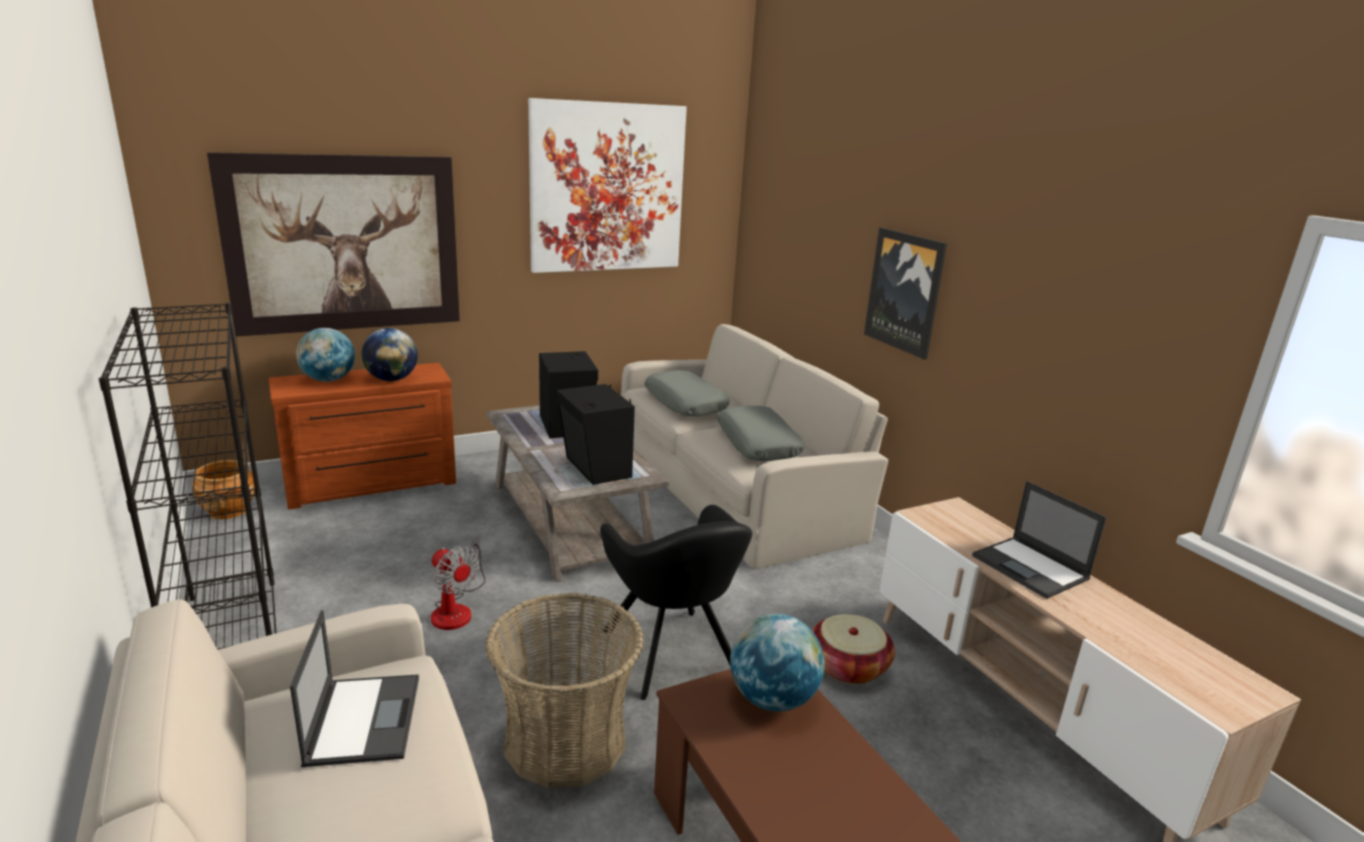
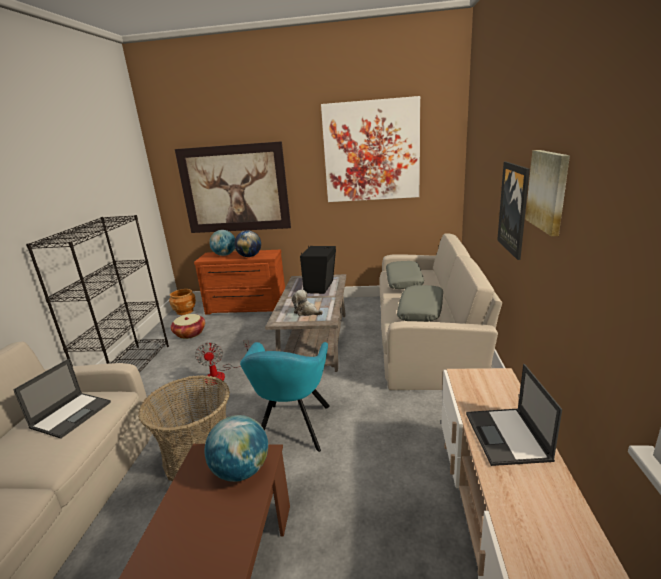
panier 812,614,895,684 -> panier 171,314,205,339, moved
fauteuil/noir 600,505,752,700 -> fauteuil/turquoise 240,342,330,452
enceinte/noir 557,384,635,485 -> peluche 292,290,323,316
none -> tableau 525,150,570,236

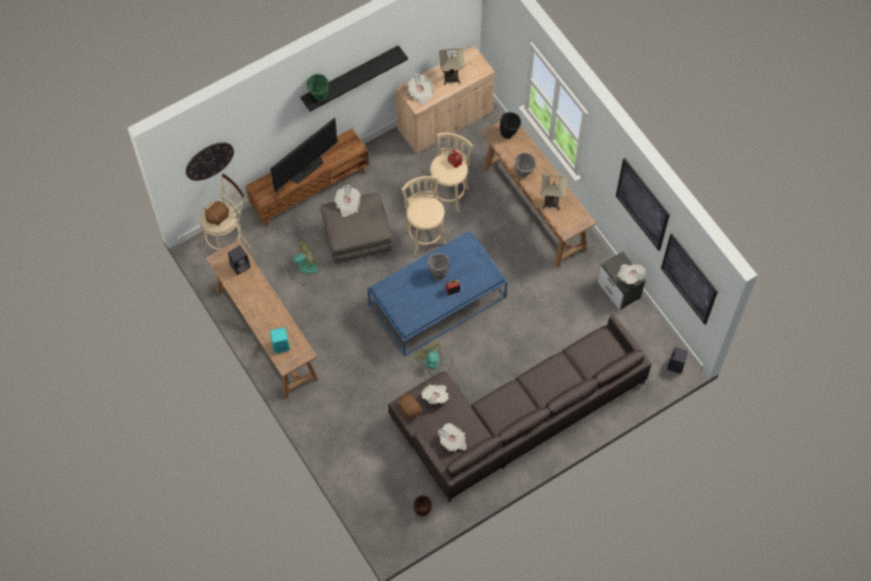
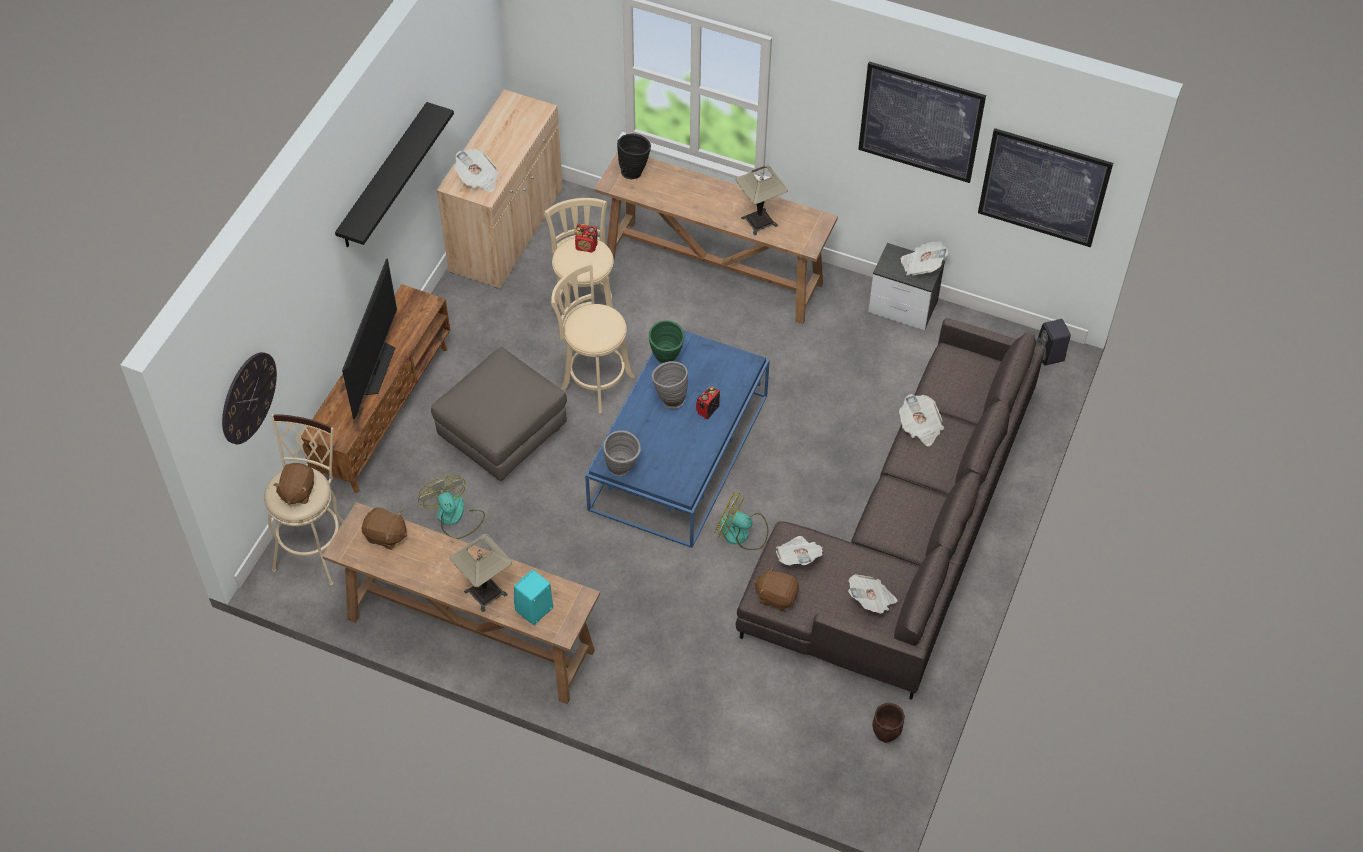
enceinte/noir 228,245,251,275 -> peluche/marron 362,507,407,550
ventilateur 288,241,319,285 -> ventilateur 418,475,485,539, 60 degrees counterclockwise
lampe de table 439,48,465,85 -> lampe de table 450,534,512,612, moved
vase/gris 514,152,536,177 -> vase/gris 603,431,641,476, moved
vase/vert 307,74,329,100 -> vase/vert 649,320,684,364, moved
journal 334,185,361,217 -> journal 899,394,944,446, moved

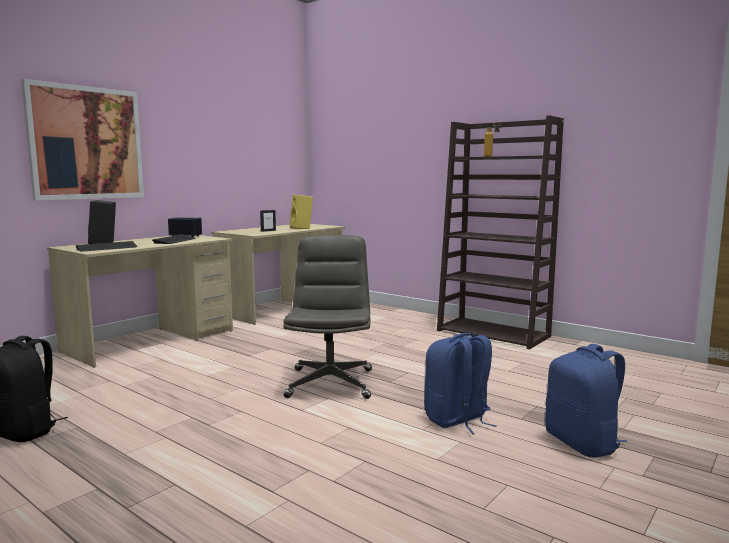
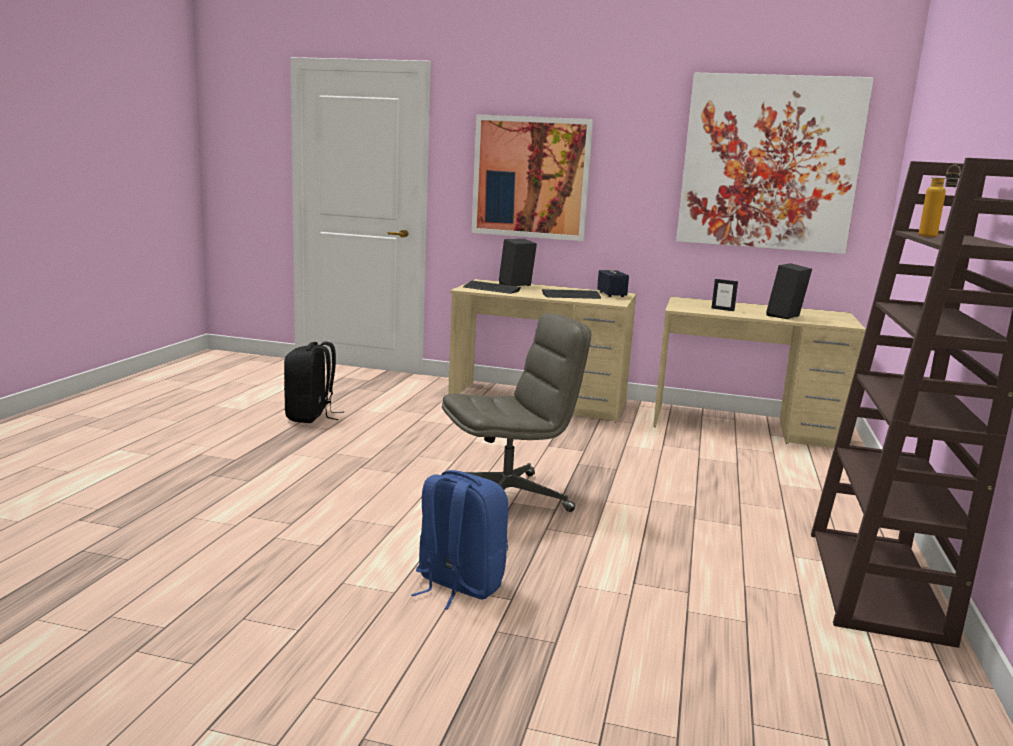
none -> tableau 676,73,874,254
enceinte/jaune 290,195,313,229 -> enceinte/noir 766,263,812,319
sac à dos/bleu 545,344,627,458 -> none

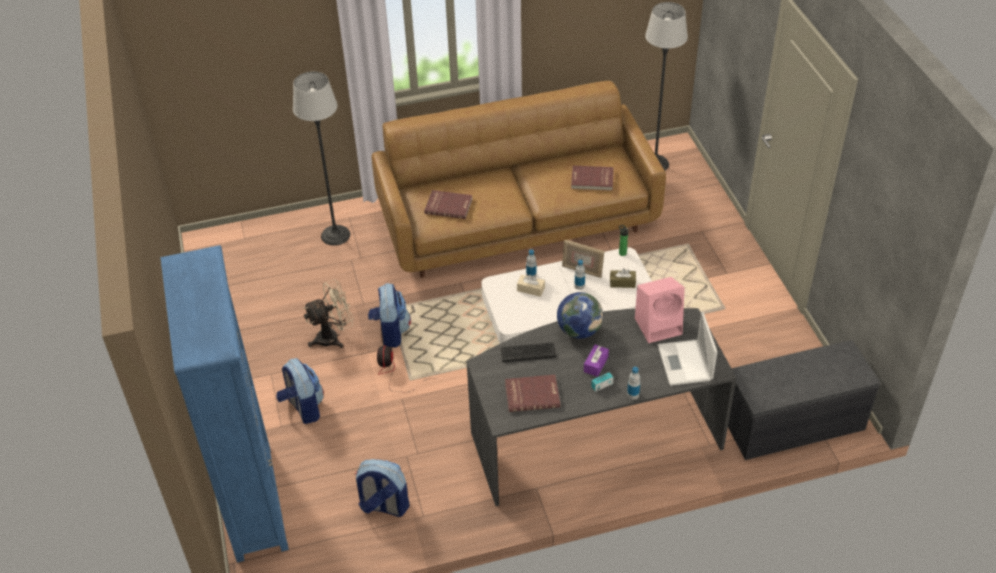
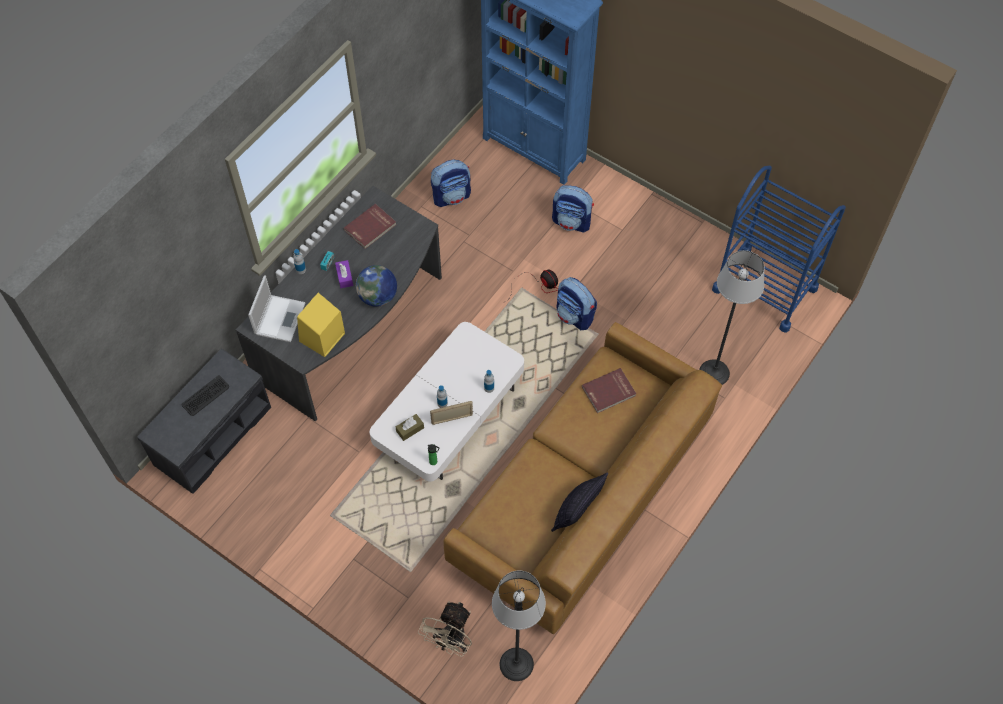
clavier 501,343,556,362 -> clavier 181,375,229,416, moved
ordinateur portable 658,312,717,386 -> ordinateur portable 248,275,306,342, 60 degrees clockwise
enceinte/rose 635,277,685,343 -> enceinte/jaune 297,293,345,357
ventilateur/beige 303,279,354,348 -> ventilateur/beige 418,601,472,657, moved
none -> coussin 551,472,608,532
none -> chariot/bleu 712,166,846,333
boîte à mouchoirs/beige 517,275,545,297 -> none
livre/rouge 571,166,614,191 -> none

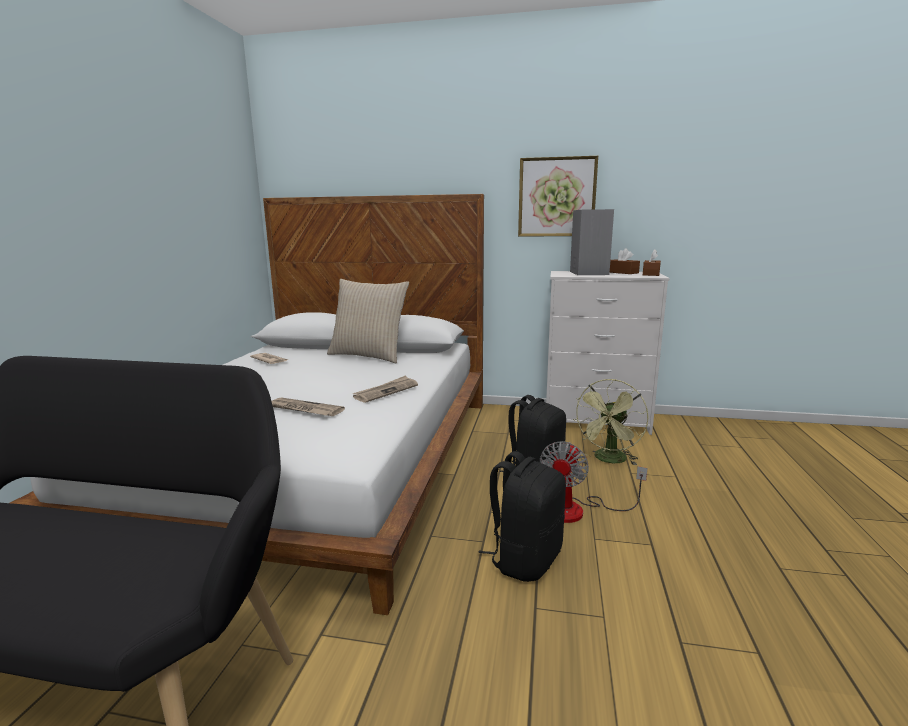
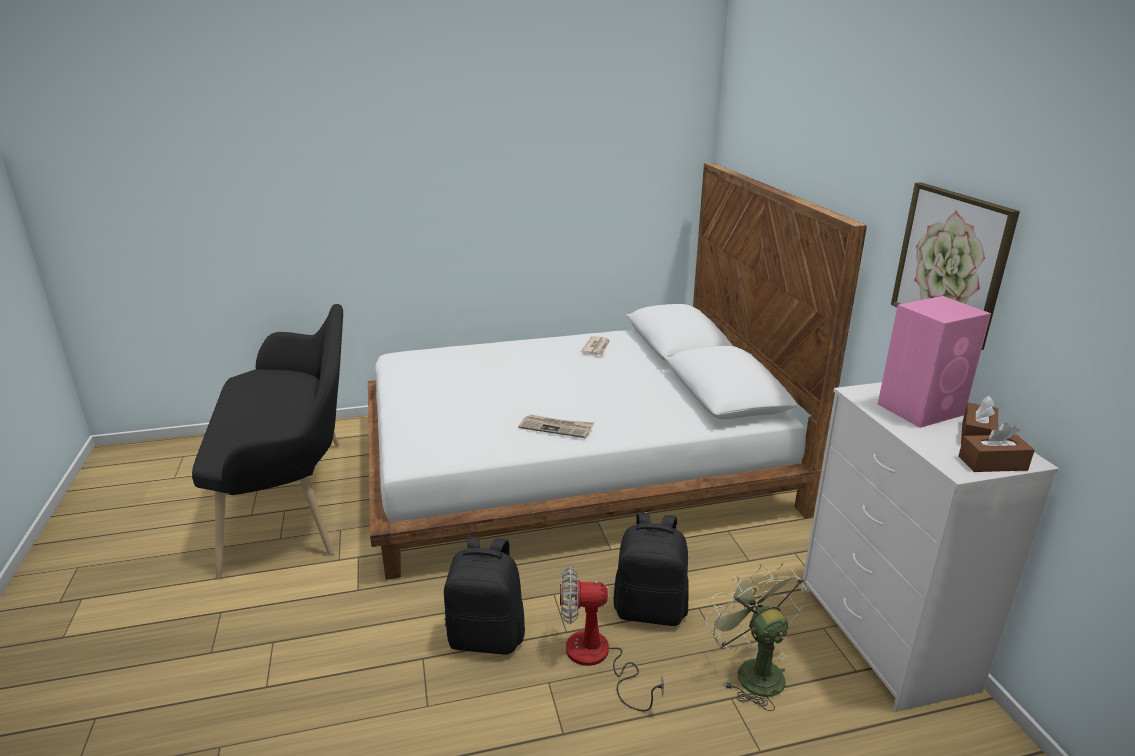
ventilateur/vert 573,379,648,465 -> ventilateur/vert 705,563,809,711, 60 degrees clockwise
enceinte/gris 570,209,614,275 -> enceinte/rose 878,296,991,428
journal 272,397,345,416 -> none
coussin/beige 327,279,409,363 -> none

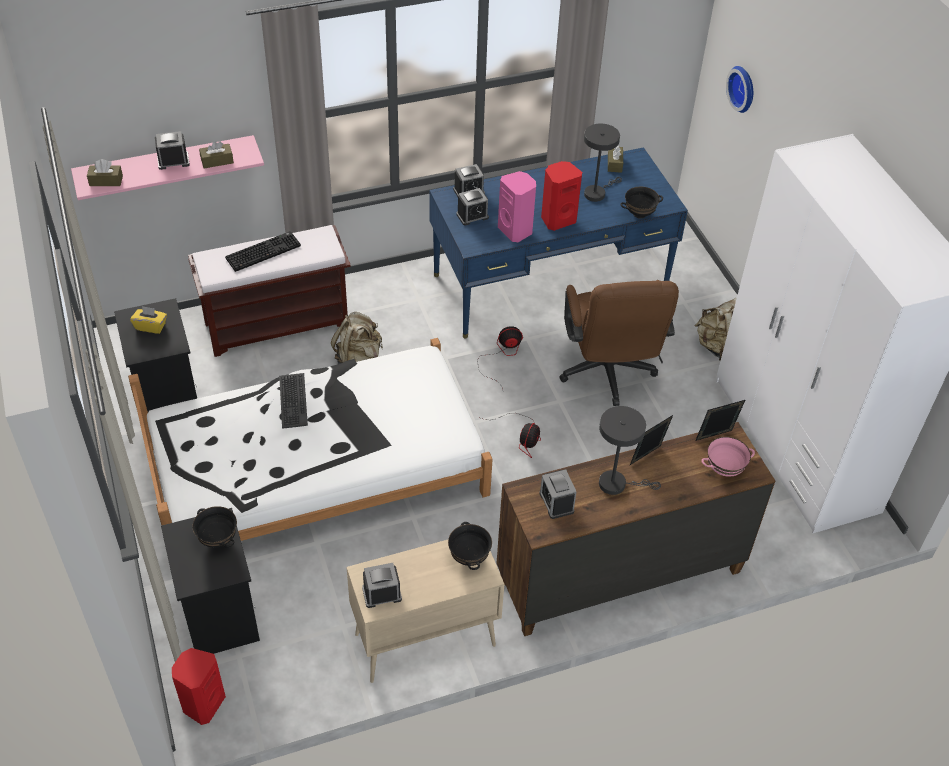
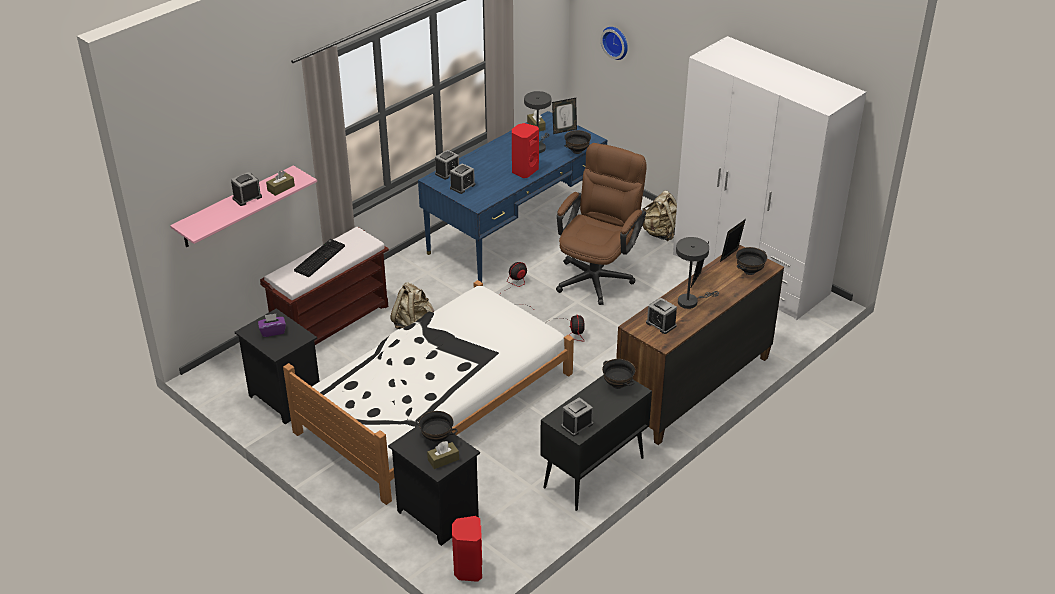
boîte à mouchoirs/jaune 130,306,167,334 -> boîte à mouchoirs/violet 258,314,286,337
boîte à mouchoirs/marron 87,159,123,186 -> boîte à mouchoirs/marron 427,441,459,469, moved
meuble de rangement/beige 346,540,504,683 -> meuble de rangement/noir 540,375,652,511
none -> cadre photo 552,98,577,134
chaise de bureau/marron 559,280,679,406 -> chaise de bureau/marron 556,143,647,305, 120 degrees counterclockwise
bol/rose 701,437,755,477 -> bol/noir 736,247,767,275
clavier 279,373,308,429 -> none
enceinte/rose 498,171,536,242 -> none

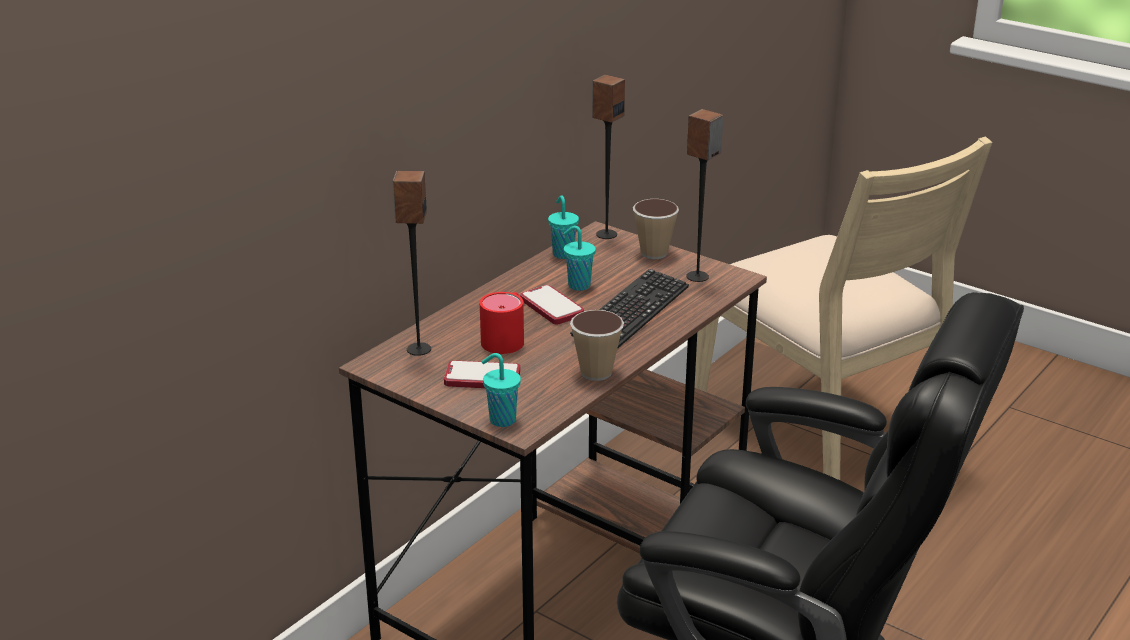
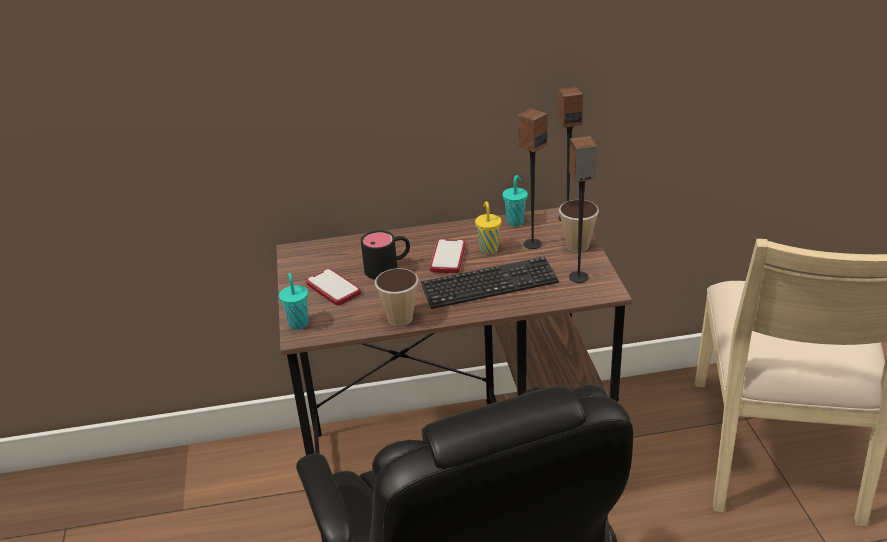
mug/rouge 480,292,524,354 -> mug/noir 361,230,410,279
tasse/turquoise 563,226,596,291 -> tasse/jaune 475,201,501,254
enceinte 393,171,431,356 -> enceinte 518,108,547,249, moved

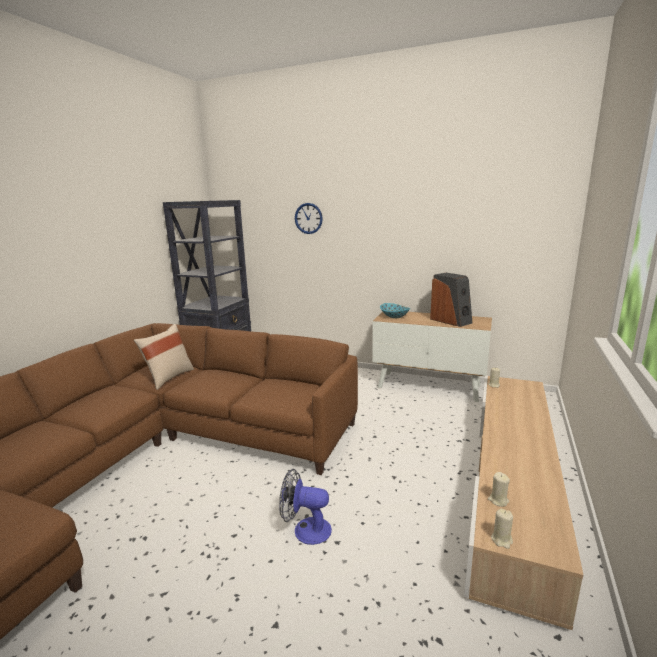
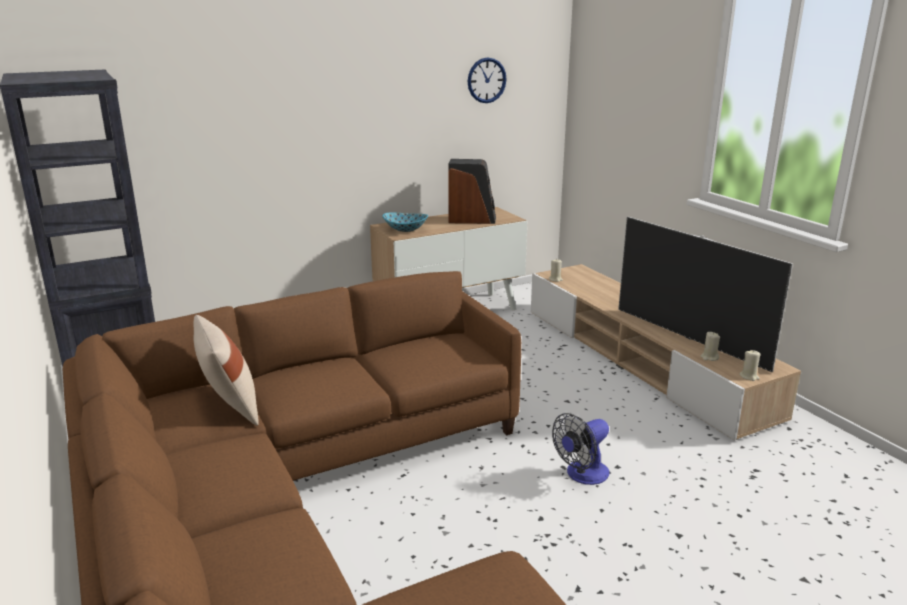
horloge murale 295,203,323,234 -> horloge murale 468,57,507,103, moved
none -> téléviseur 618,217,793,372

